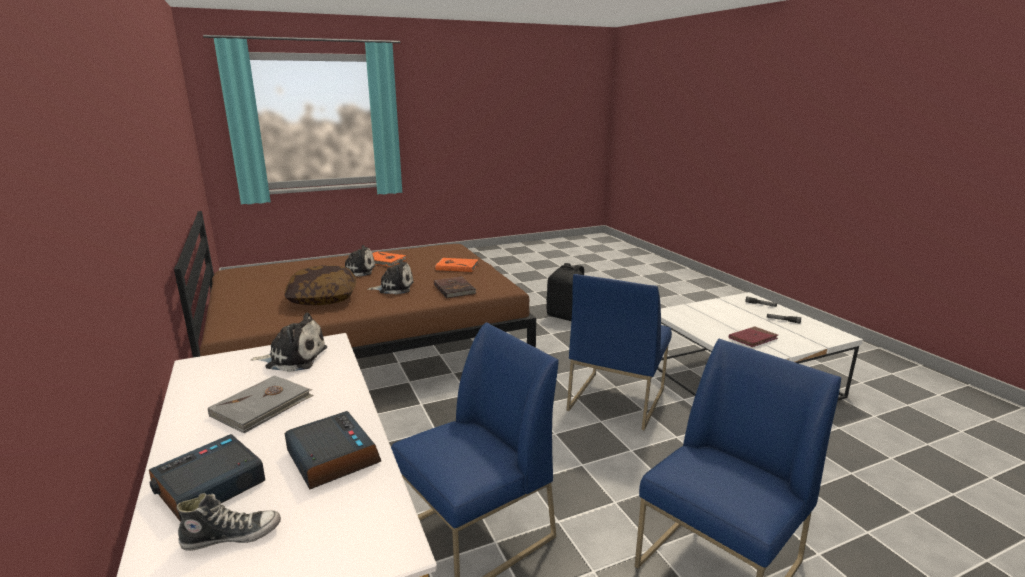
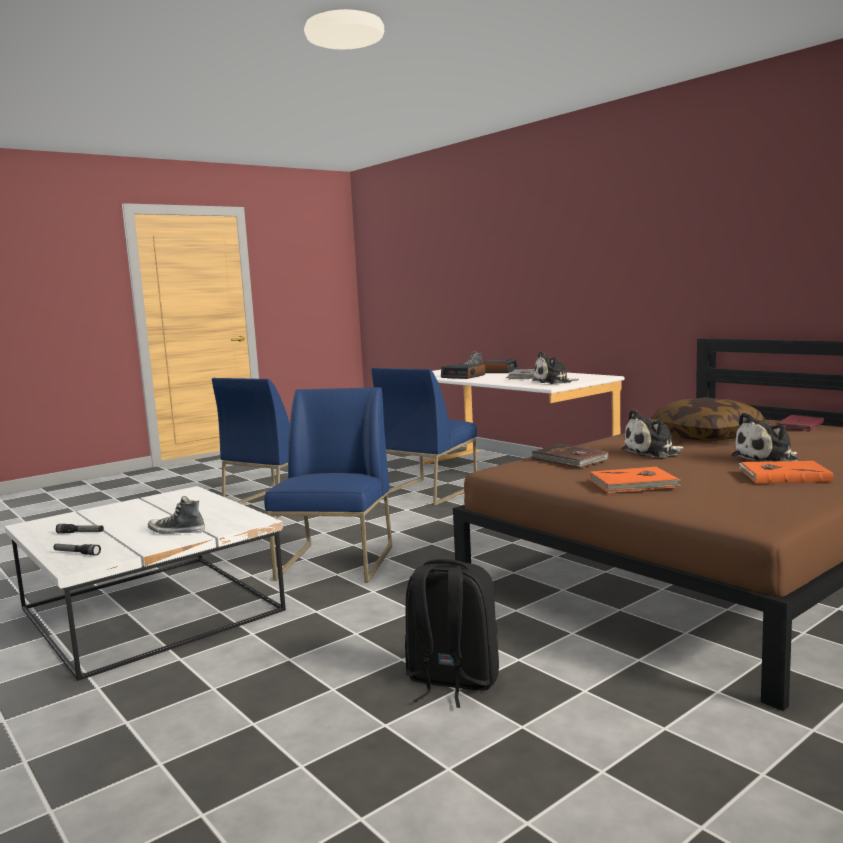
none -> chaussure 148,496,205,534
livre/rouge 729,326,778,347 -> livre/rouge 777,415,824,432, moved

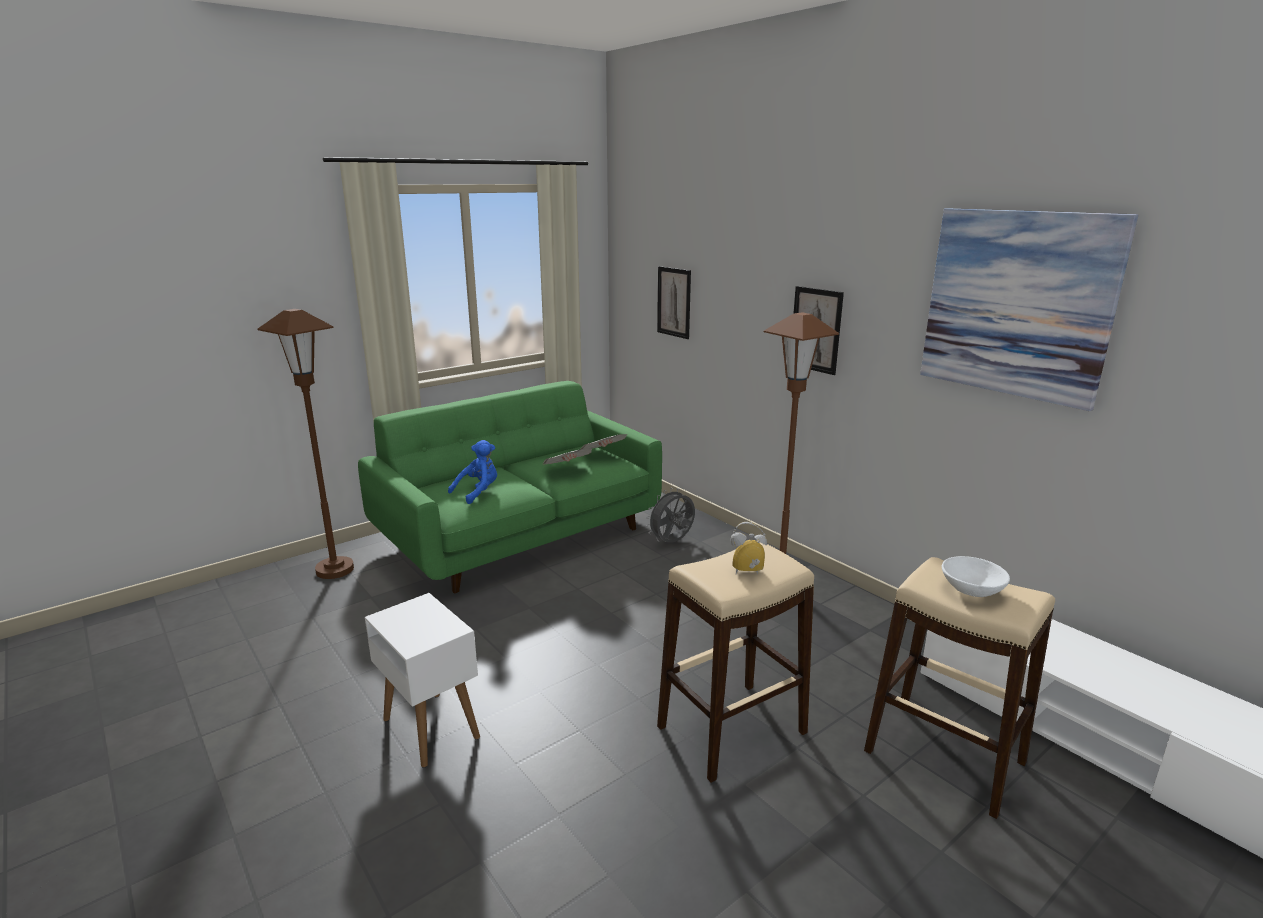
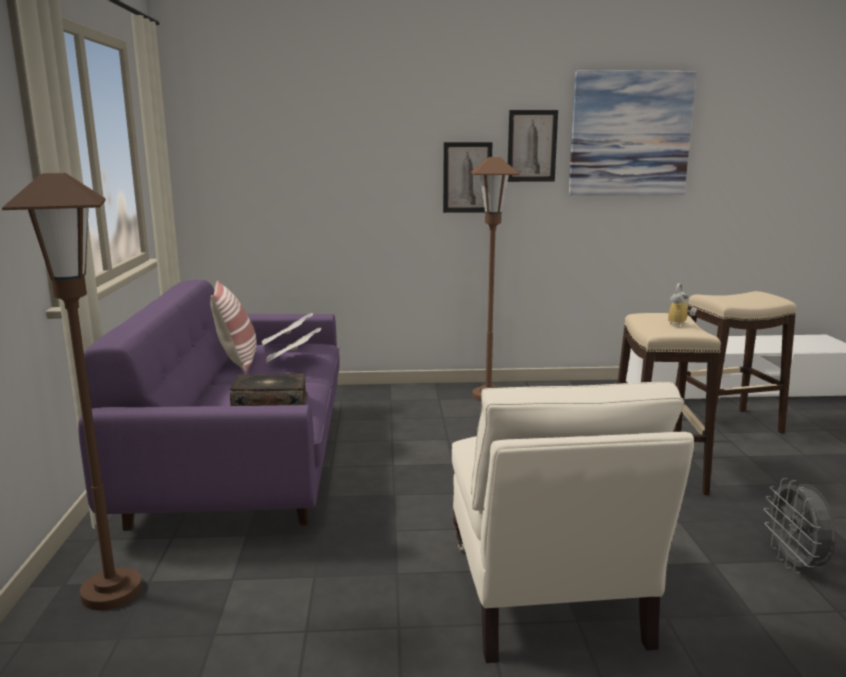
canapé/vert 358,381,662,593 -> canapé/violet 78,280,340,531
none -> coussin 210,280,257,372
peluche/bleu 448,440,497,504 -> livre 230,373,307,406
table d'appoint/blanc 365,593,480,768 -> fauteuil/beige 452,382,694,663
tableau 657,266,691,339 -> tableau 508,110,558,182, moved
ventilateur/gris 646,488,695,543 -> ventilateur/gris 764,478,835,573, moved
bol/blanc 942,556,1010,597 -> none

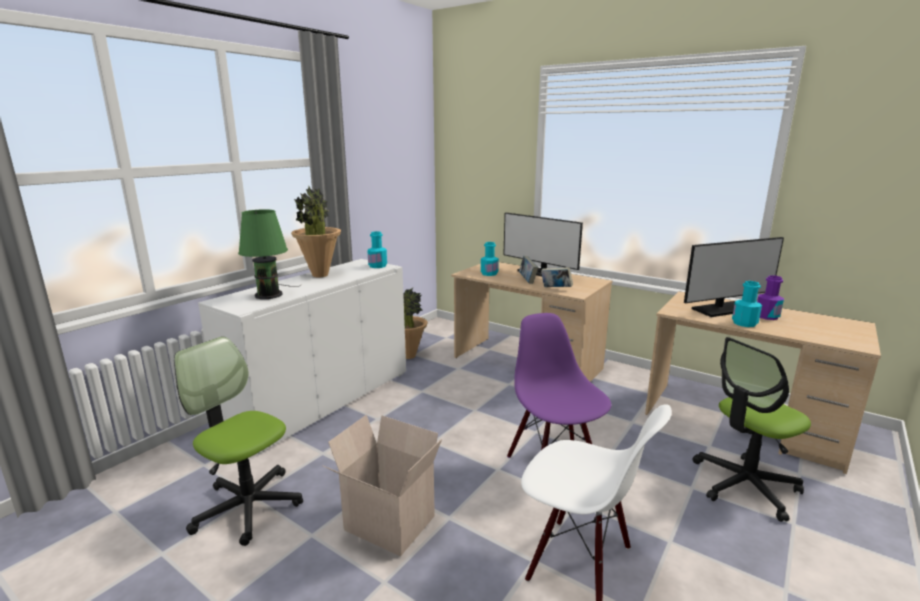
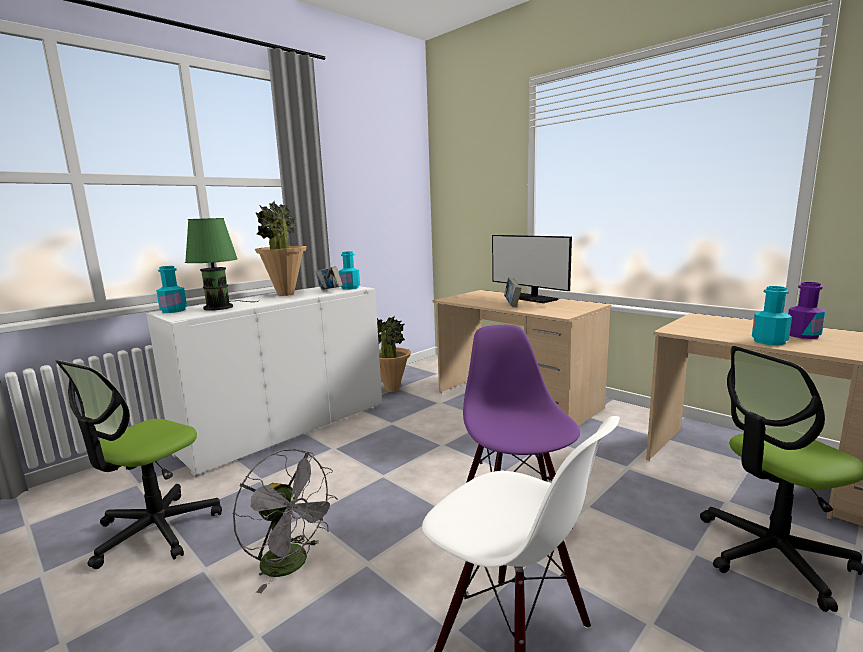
chaise de bureau 174,337,303,546 -> chaise de bureau 56,360,222,569, 105 degrees counterclockwise
bouteille/turquoise 481,242,499,276 -> bouteille/turquoise 156,266,187,313, moved
carton 323,415,442,556 -> ventilateur/gris 233,449,338,593
livre 541,267,573,287 -> livre 315,266,343,290, moved
écran d'ordinateur 684,237,784,317 -> none

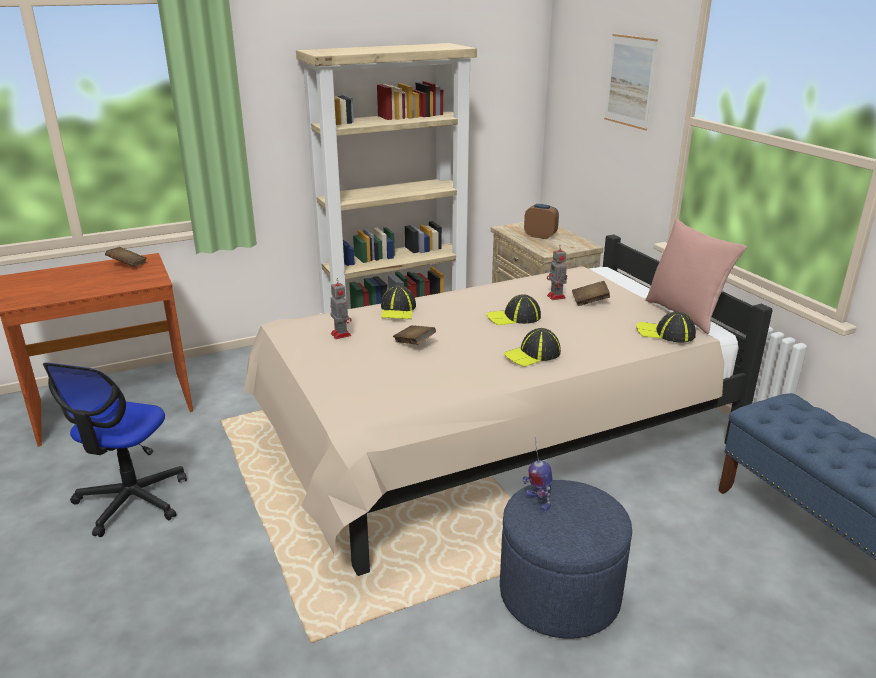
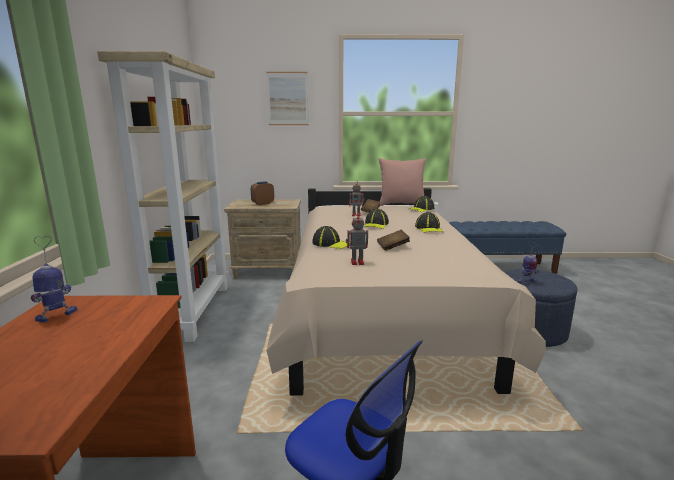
livre/marron 105,247,147,267 -> robot jouet 31,236,77,323

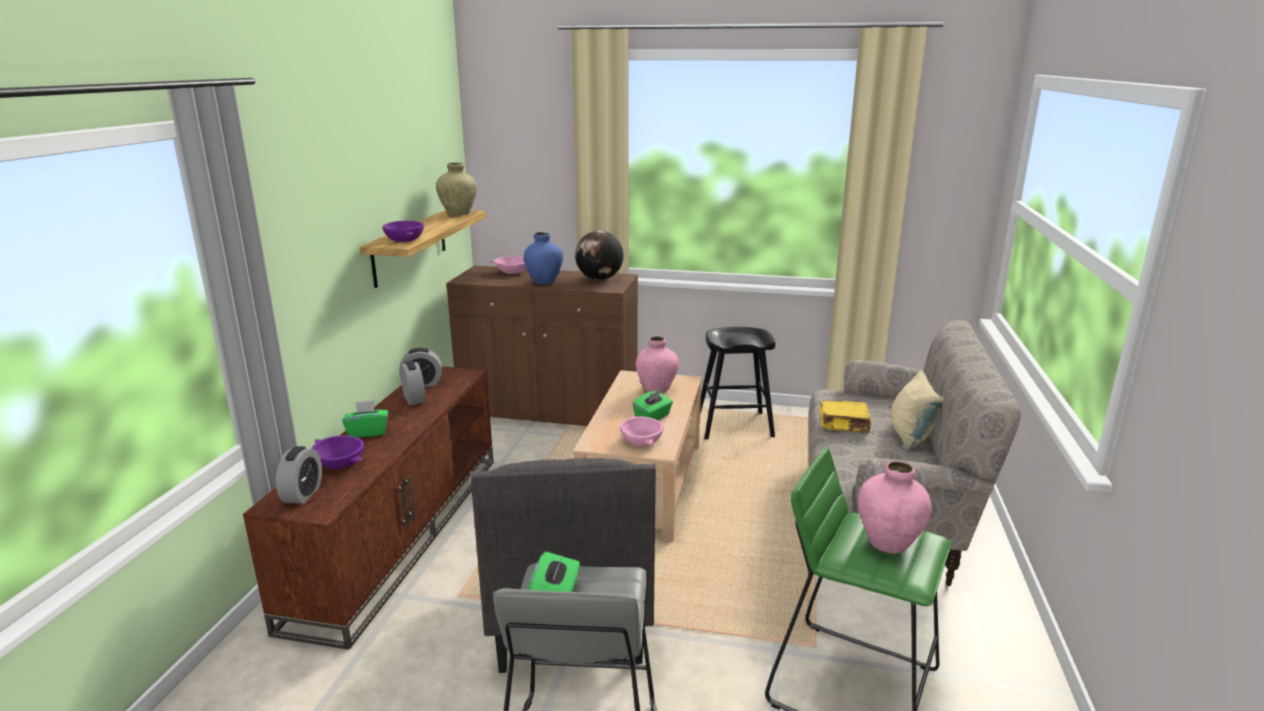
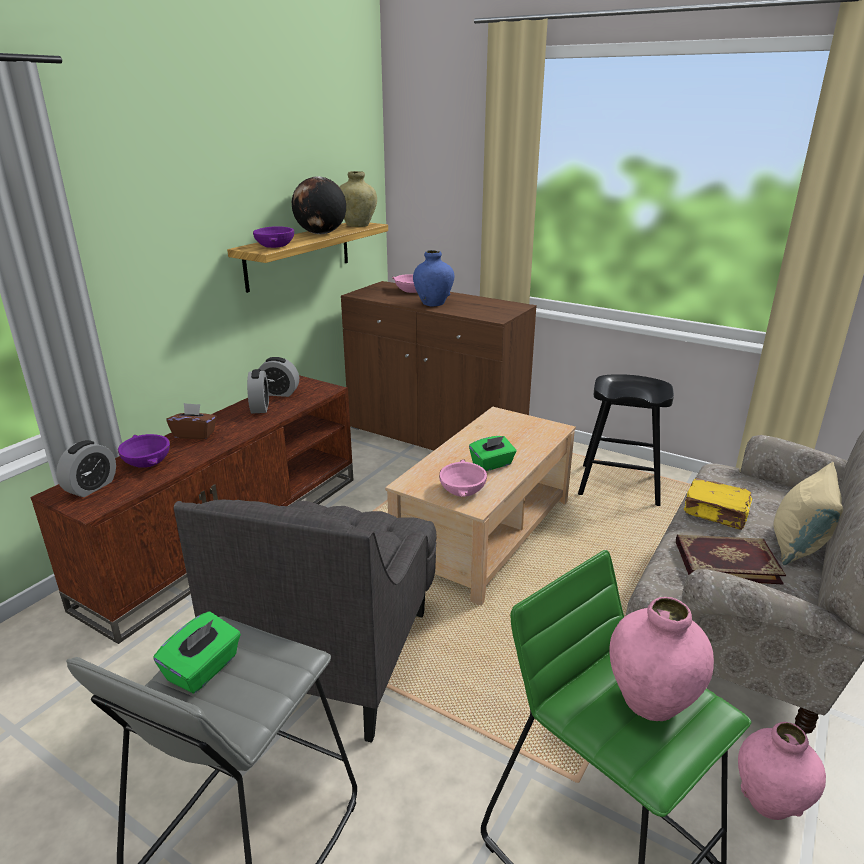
boîte à mouchoirs/vert 342,400,389,438 -> boîte à mouchoirs/marron 166,403,217,440
globe 575,231,624,280 -> globe 292,176,346,234, moved
none -> livre 676,535,786,584
vase/rose 636,336,679,393 -> vase/rose 738,722,826,820, moved

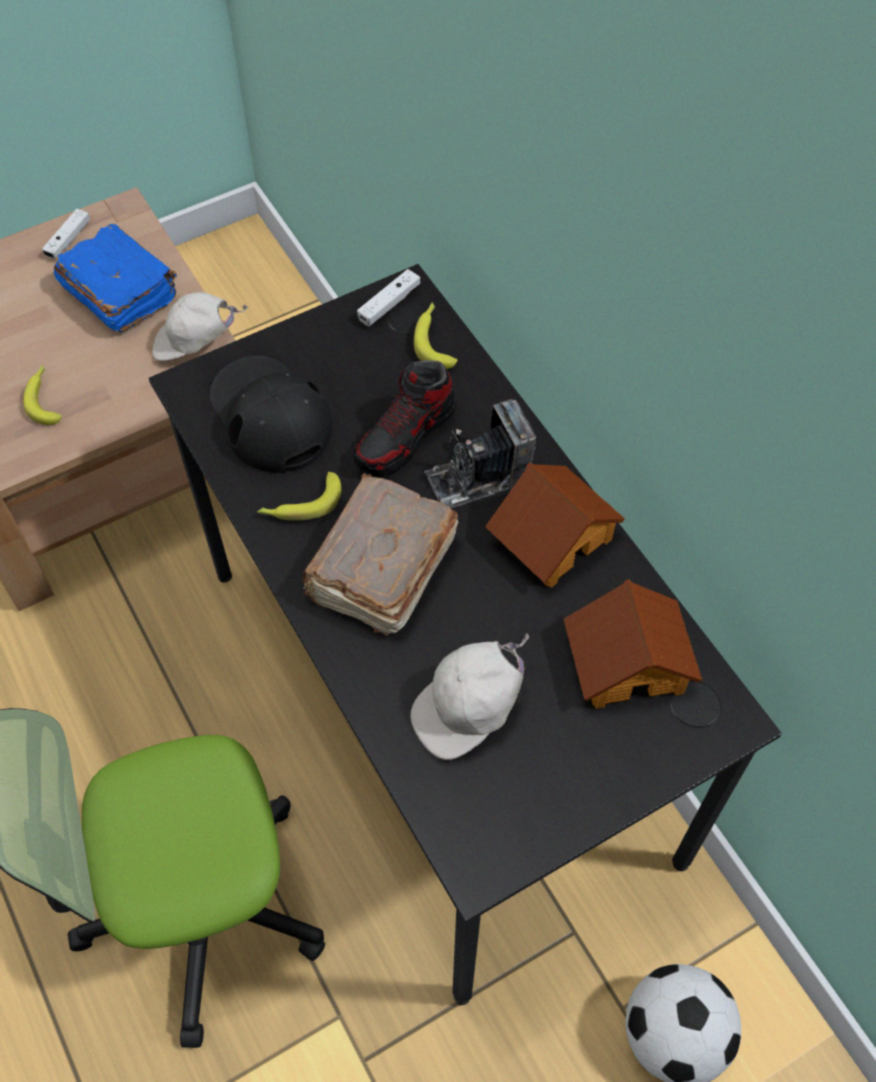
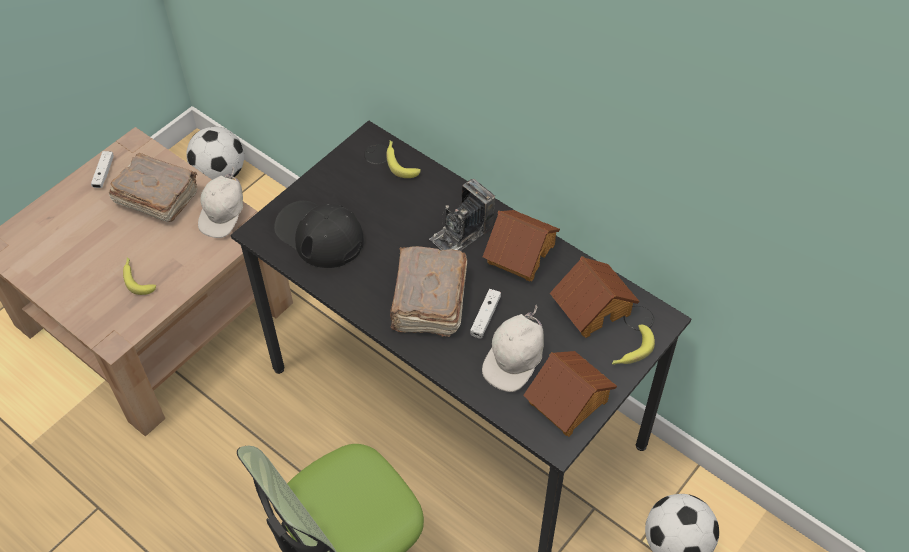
livre/bleu 54,224,177,332 -> livre/marron 109,153,198,222
none -> ballon de foot 186,127,244,180
casquette/blanc 153,292,248,361 -> casquette/blanc 198,167,243,238, 45 degrees counterclockwise
manette/blanc 357,269,421,327 -> manette/blanc 470,289,501,339, moved
none -> maison miniature 523,351,617,437
banane 258,472,341,521 -> banane 612,325,655,365, moved
chaussure 354,360,457,477 -> none

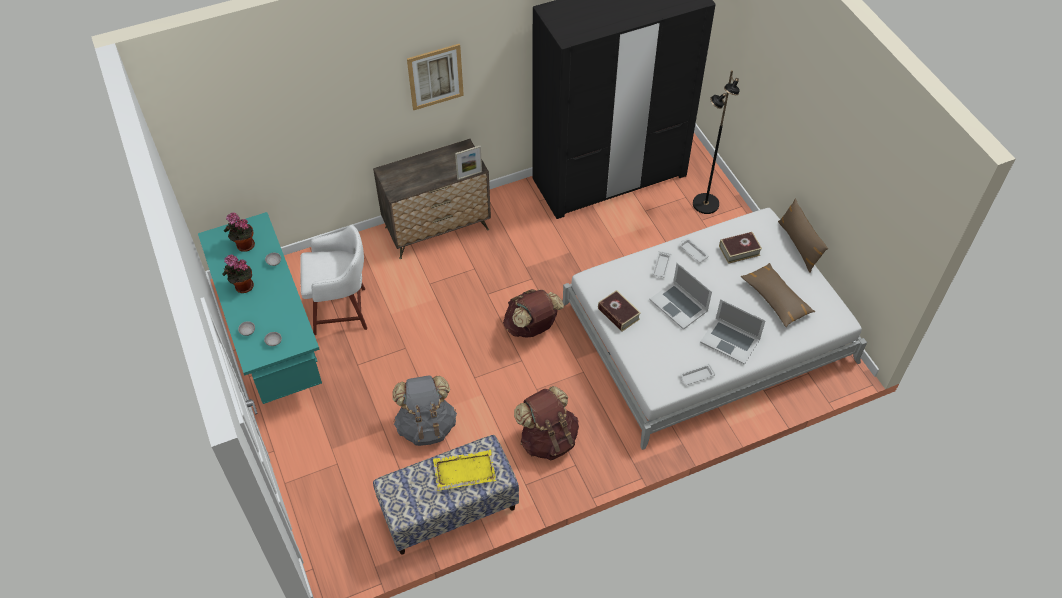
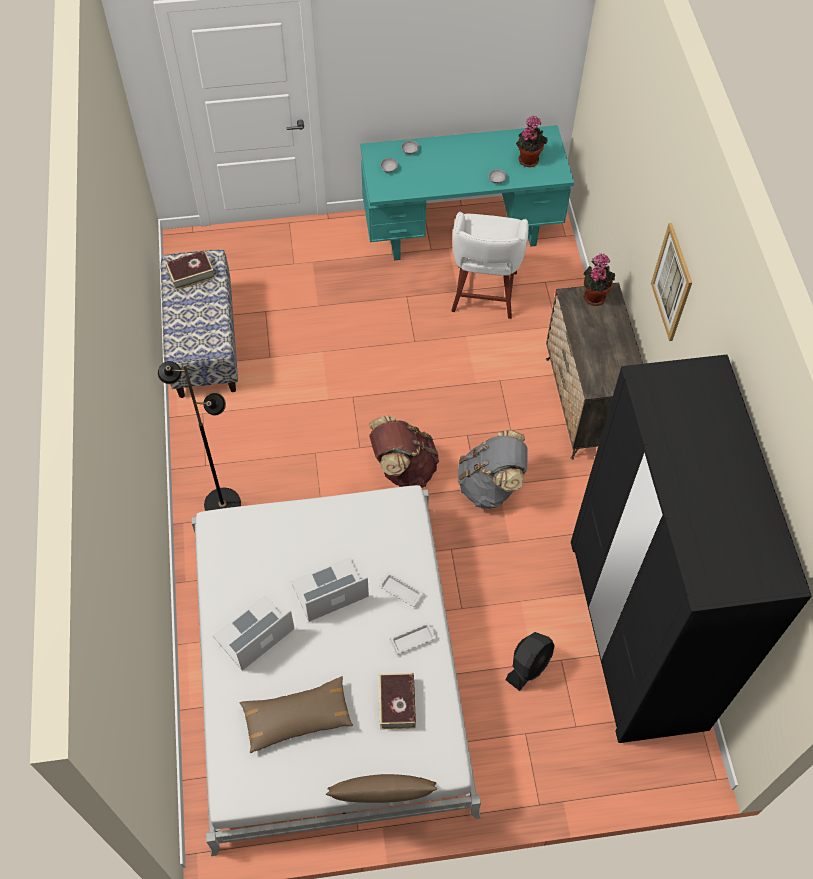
lampadaire/noir 693,70,740,214 -> lampadaire/noir 158,361,241,511, moved
livre 598,290,641,332 -> livre 165,250,215,290, moved
sac à dos/gris 392,375,457,446 -> sac à dos/gris 458,430,528,509, moved
none -> ventilateur/noir 506,632,555,691
plante en pot 222,255,254,293 -> plante en pot 583,253,615,306, moved
plateau/jaune 433,450,496,491 -> none
cadre photo 455,146,482,180 -> none
sac à dos/marron 514,386,579,460 -> none
plateau/blanc 680,364,716,385 -> none

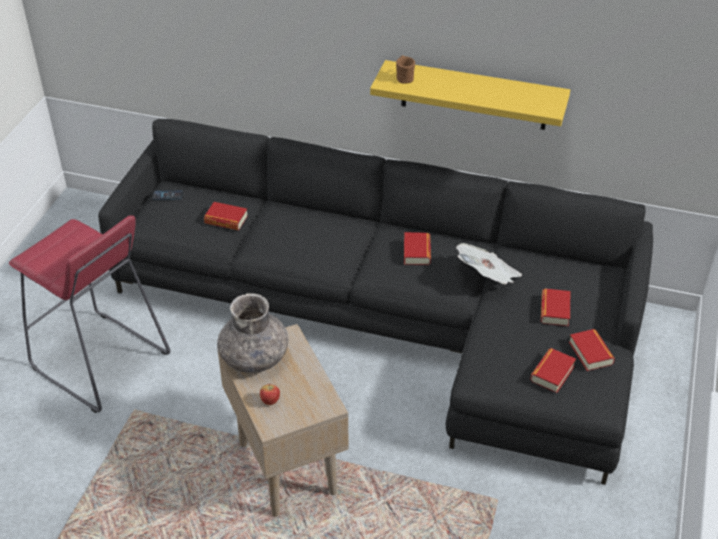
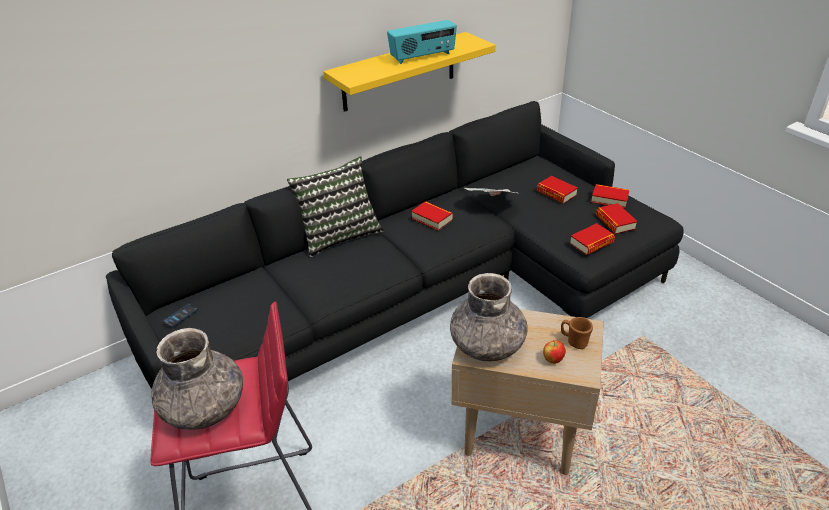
none -> vase/gris 151,328,243,430
none -> coussin 287,157,383,257
none -> radio 387,20,457,64
mug/marron 396,56,415,84 -> mug/marron 561,317,593,349, moved
livre 204,202,248,230 -> livre 570,223,615,255, moved

